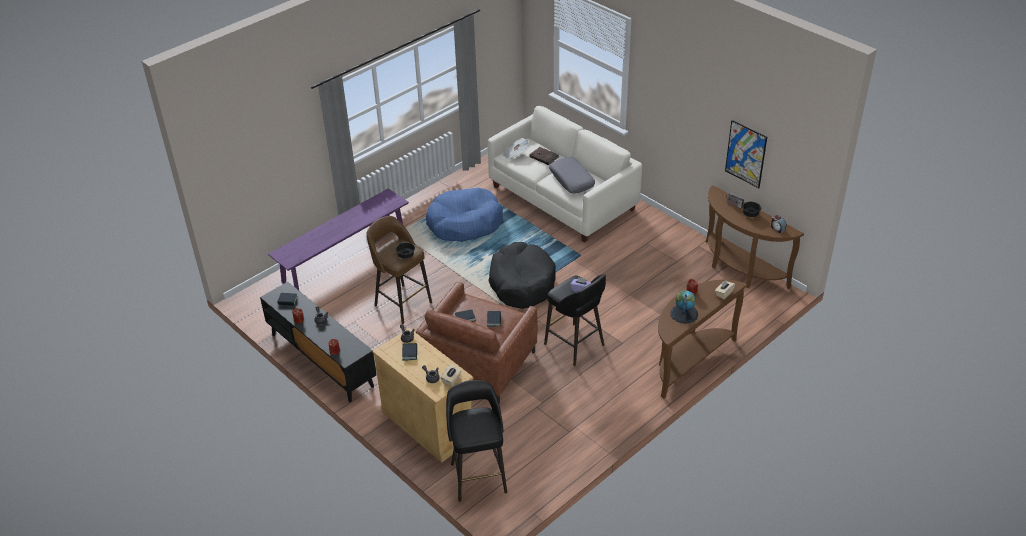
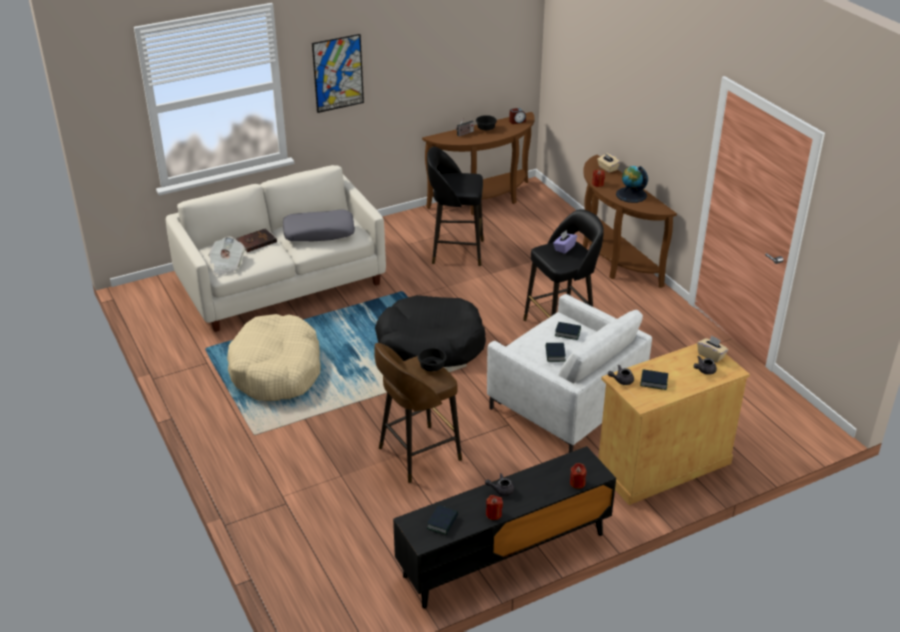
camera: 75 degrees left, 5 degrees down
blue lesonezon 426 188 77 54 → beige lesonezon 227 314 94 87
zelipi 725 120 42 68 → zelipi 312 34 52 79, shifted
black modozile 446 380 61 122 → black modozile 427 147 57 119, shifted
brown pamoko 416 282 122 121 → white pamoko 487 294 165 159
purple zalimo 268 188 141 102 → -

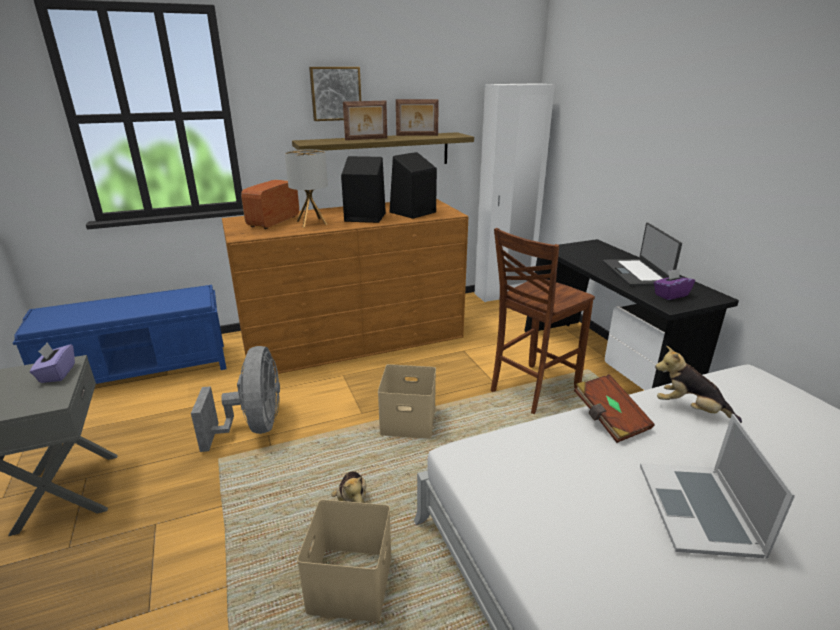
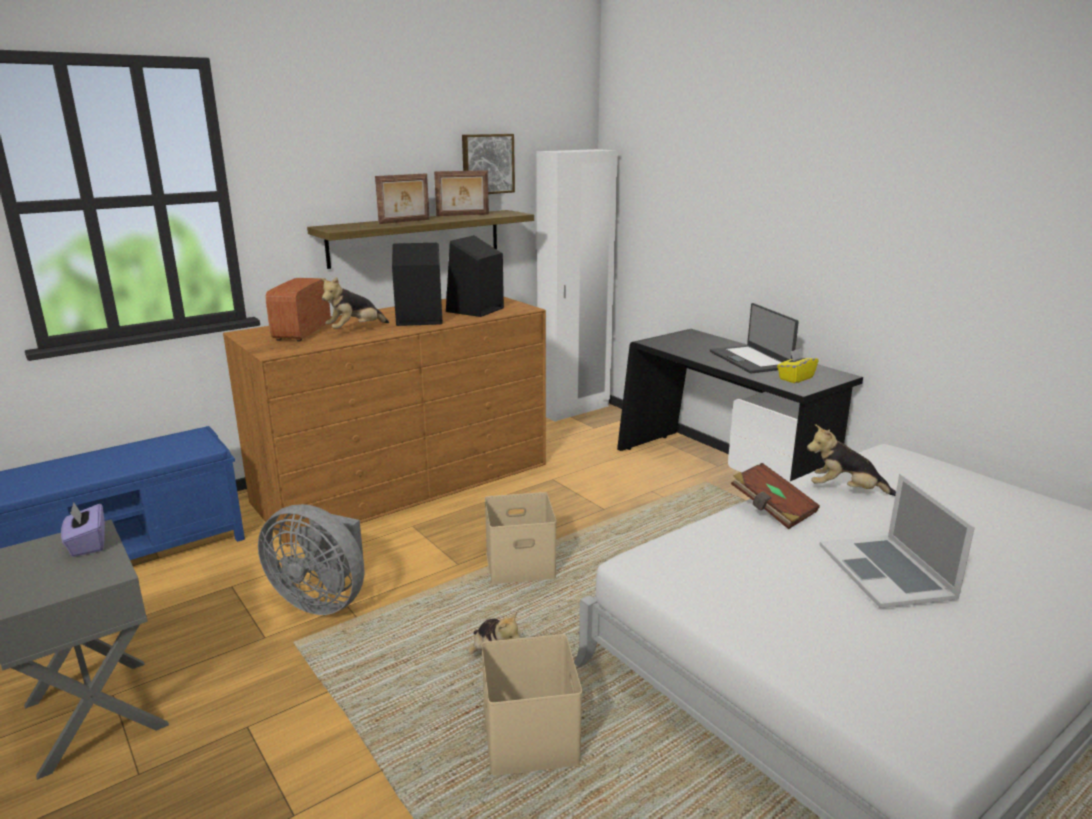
camera: 15 degrees left, 5 degrees down
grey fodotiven 191 346 89 106 → grey fodotiven 258 504 106 111, 135 degrees clockwise
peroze 285 149 43 79 → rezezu 320 277 69 52
zelipi 309 67 52 54 → zelipi 462 134 53 60, shifted
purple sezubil 654 269 41 31 → yellow sezubil 777 349 42 34
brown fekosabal 491 228 104 186 → -

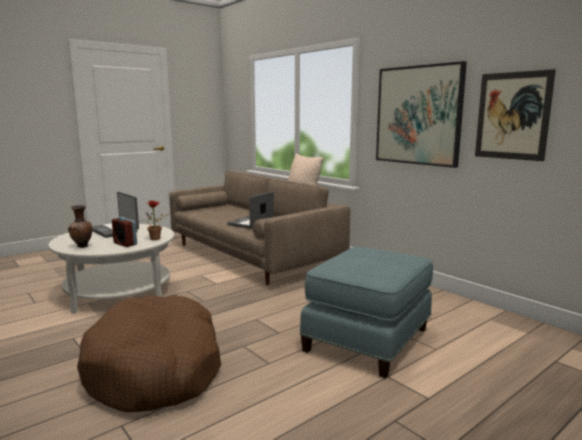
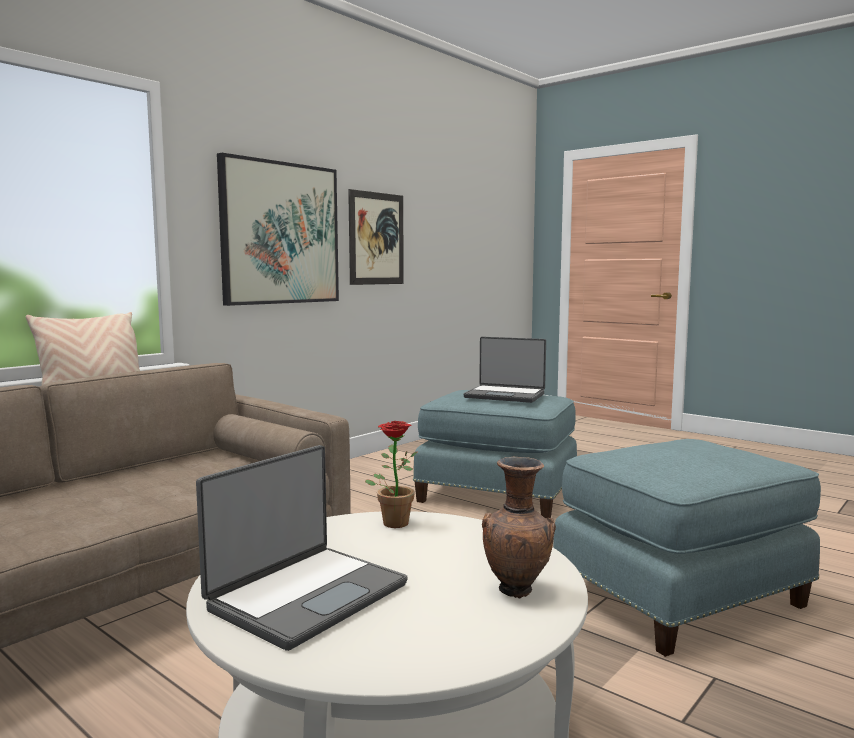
camera: 100 degrees left, 5 degrees down
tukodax 227 191 47 38 → tukodax 464 337 82 66, shifted
brown lesonezon 77 295 144 117 → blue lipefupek 553 439 268 218
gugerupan 112 217 25 30 → -

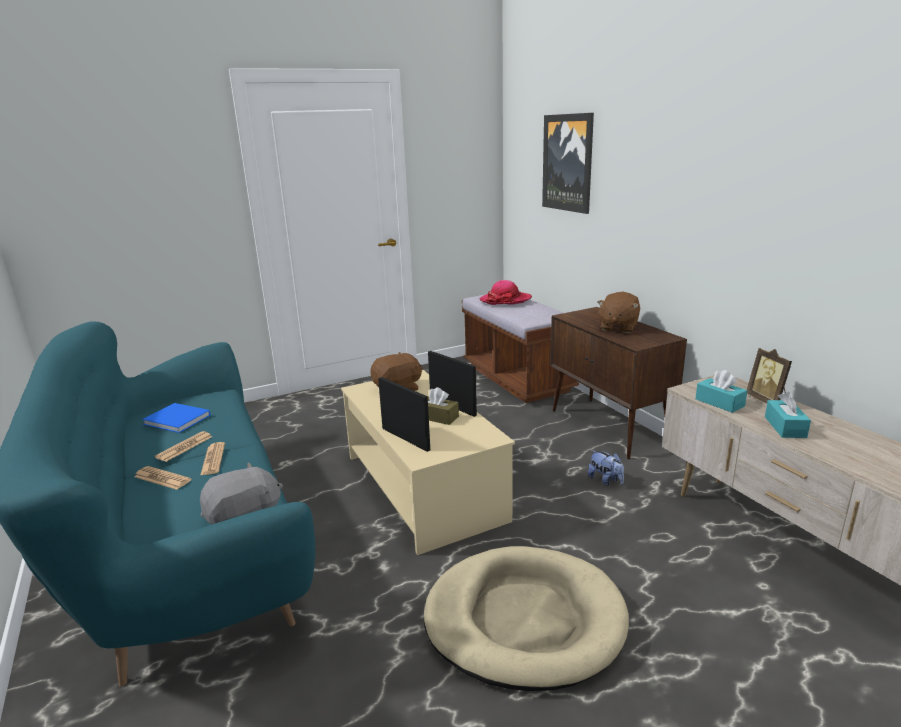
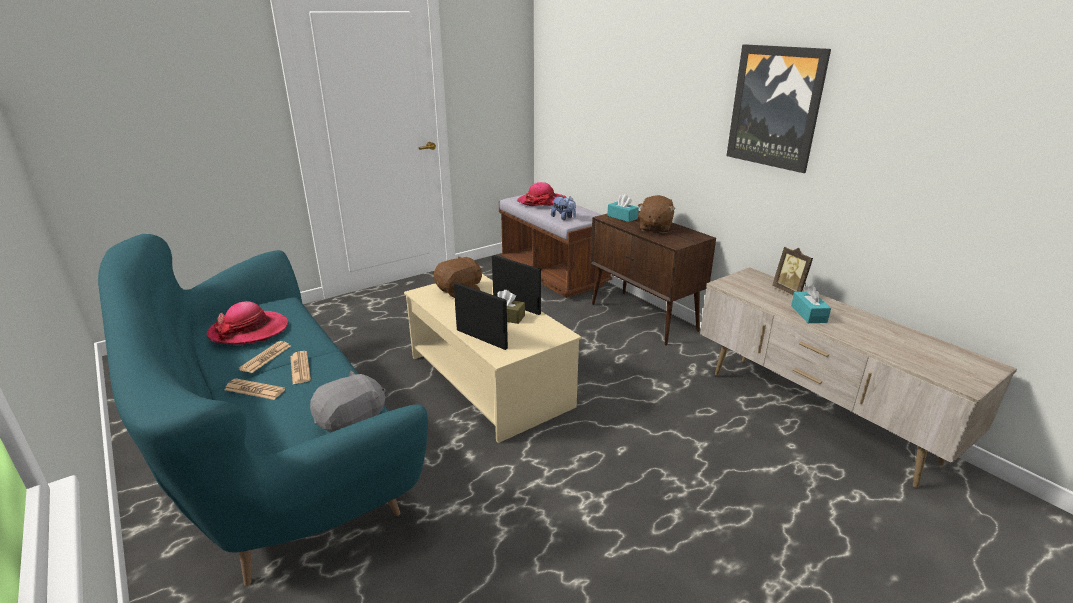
camera: 10 degrees left, 5 degrees up
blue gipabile 142 403 69 30 → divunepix 206 301 82 44
rezezu 588 450 36 36 → rezezu 551 196 25 24, shifted
turquoise sezubil 695 370 52 43 → turquoise sezubil 607 194 32 28, shifted
zelipi 542 113 52 101 → zelipi 726 44 105 129, shifted
beige lesonezon 424 546 205 145 → -

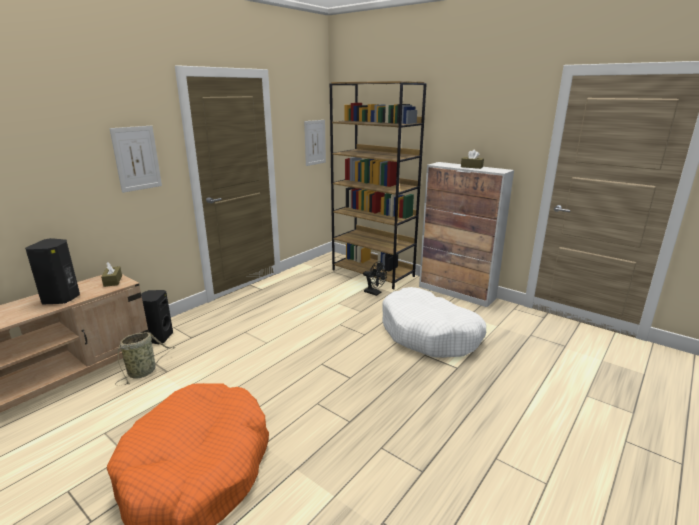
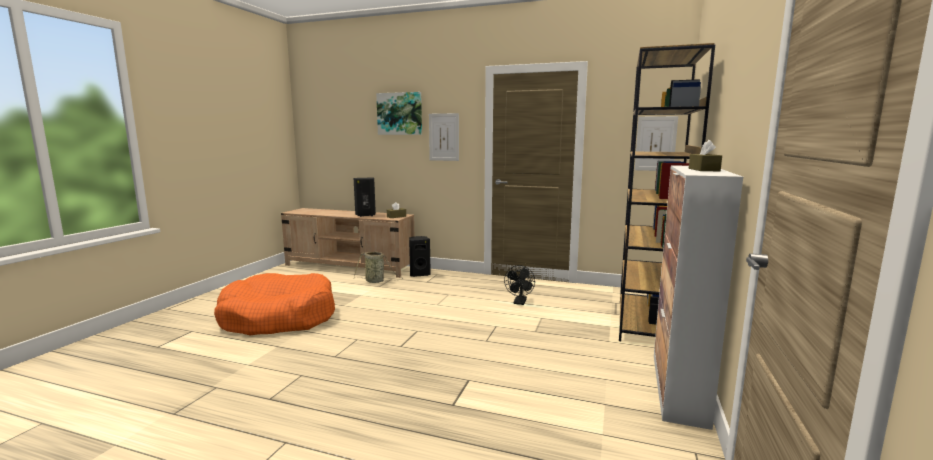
camera: 70 degrees right, 10 degrees down
- → zelipi 376 92 46 43
black fodotiven 363 261 24 35 → black fodotiven 504 265 31 40, shifted
white lesonezon 383 287 103 71 → -

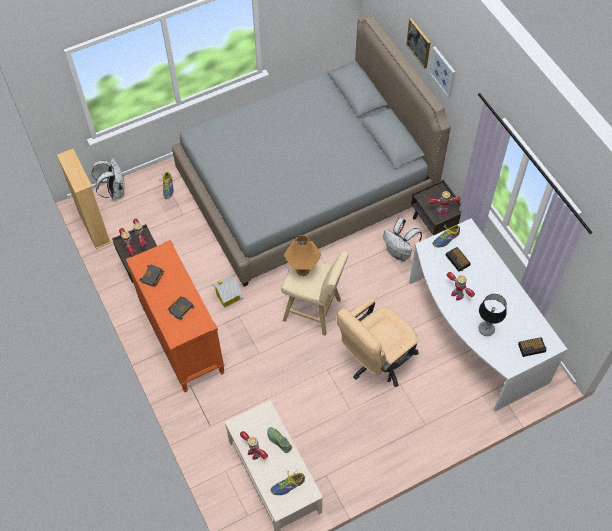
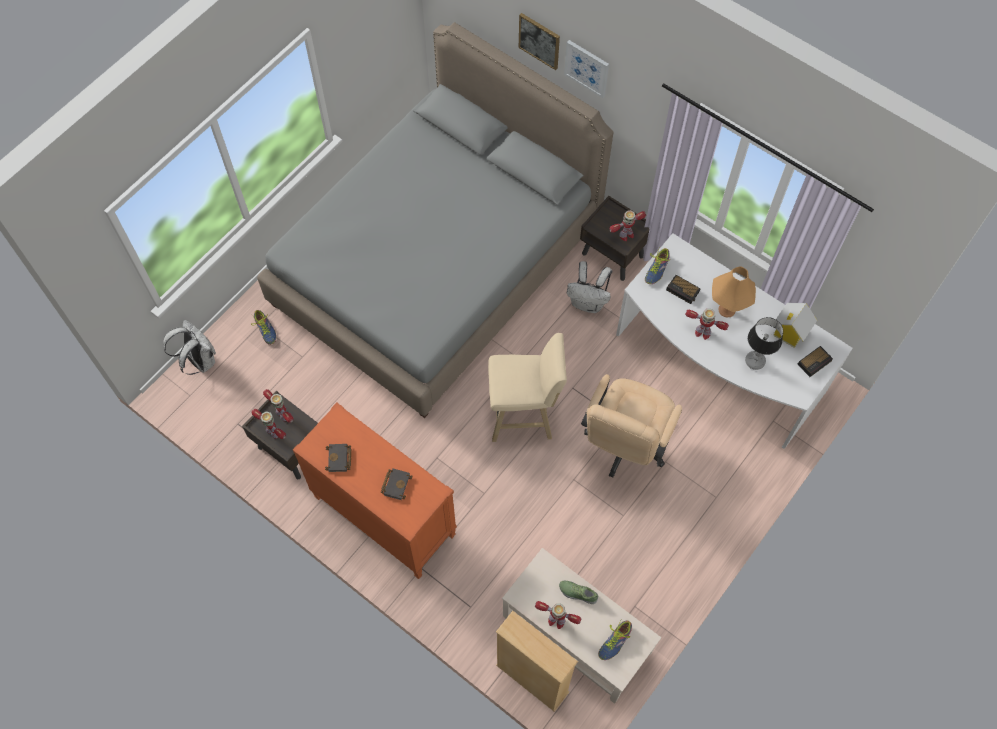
camera: 25 degrees left, 5 degrees up
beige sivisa 57 149 54 100 → beige sivisa 496 611 82 101, shifted
orange peroze 284 235 37 41 → orange peroze 712 266 44 51, shifted
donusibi 212 275 31 33 → donusibi 773 303 44 45, shifted

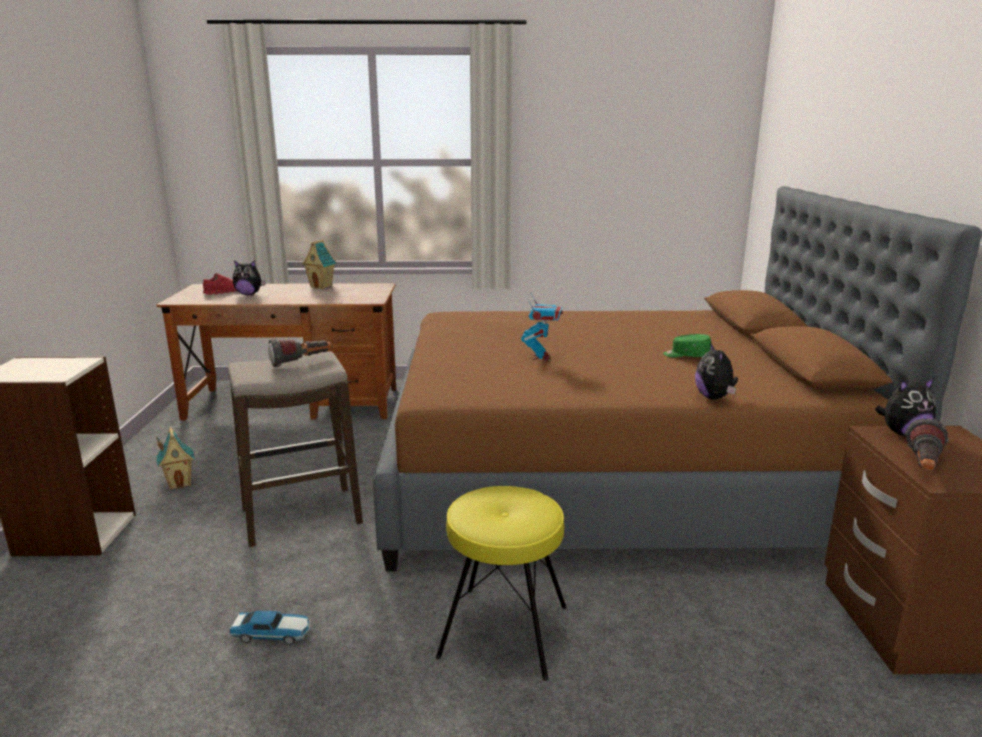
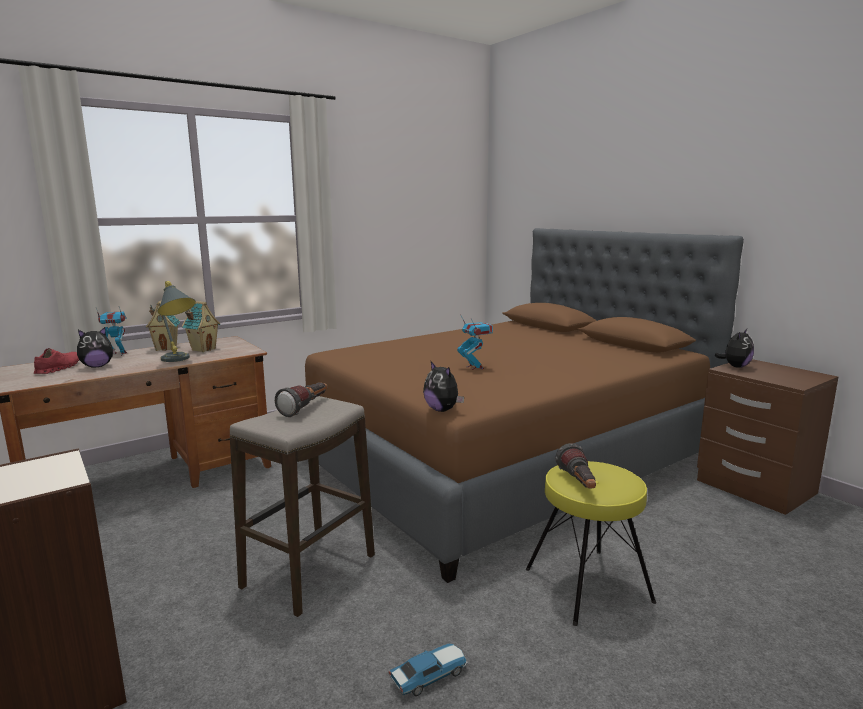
camera: 35 degrees left, 5 degrees down
- → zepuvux 96 307 31 49
- → grey peroze 158 281 38 81
donusibi 156 427 39 63 → donusibi 182 301 38 51, shifted
rezezu 695 342 43 58 → rezezu 423 362 41 50, shifted
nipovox 905 418 44 53 → nipovox 555 443 41 45, shifted
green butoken 663 334 48 24 → -

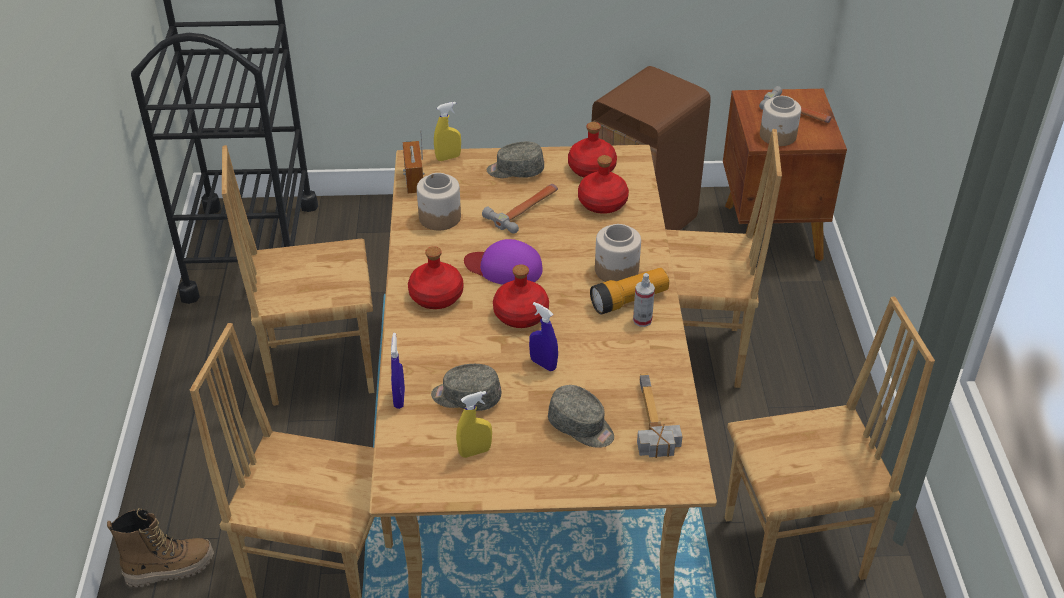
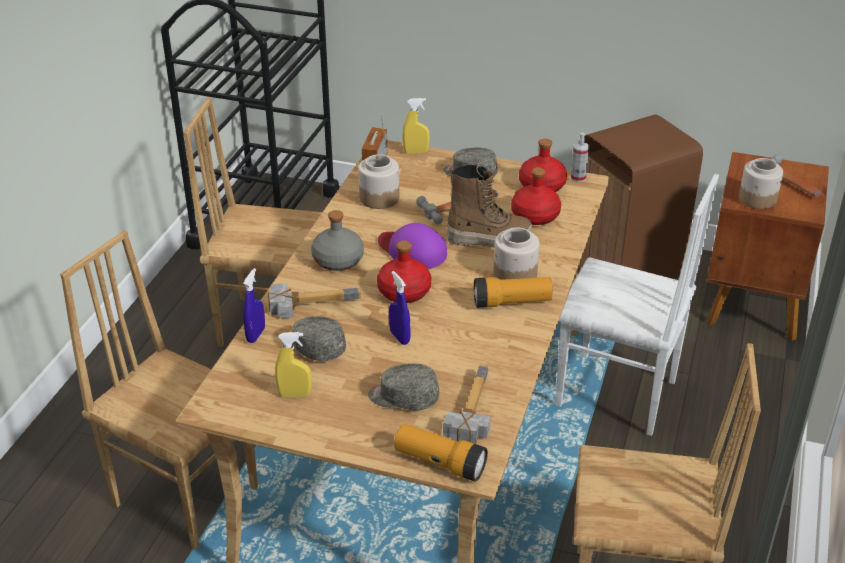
camera: 20 degrees right, 5 degrees down
- → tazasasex 268 283 93 36
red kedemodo 408 246 55 63 → grey kedemodo 311 210 53 61
grey butoken 548 385 66 63 → grey butoken 368 363 71 47, 135 degrees clockwise
- → nipovox 394 424 94 58
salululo 107 508 107 79 → salululo 447 164 85 83, shifted
brown fekosabal 666 129 116 259 → white fekosabal 555 174 164 262
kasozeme 633 273 22 54 → kasozeme 571 132 18 50, shifted

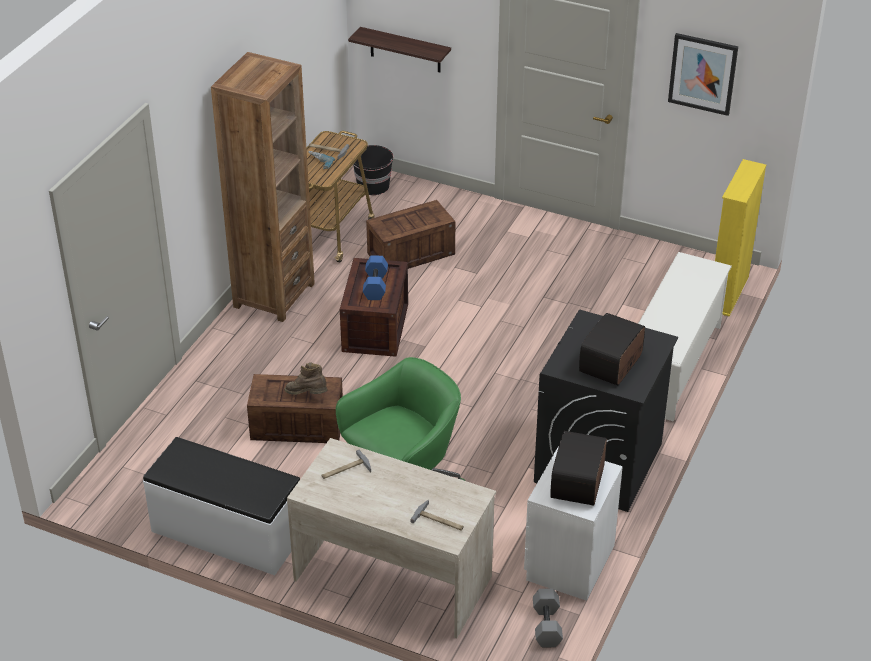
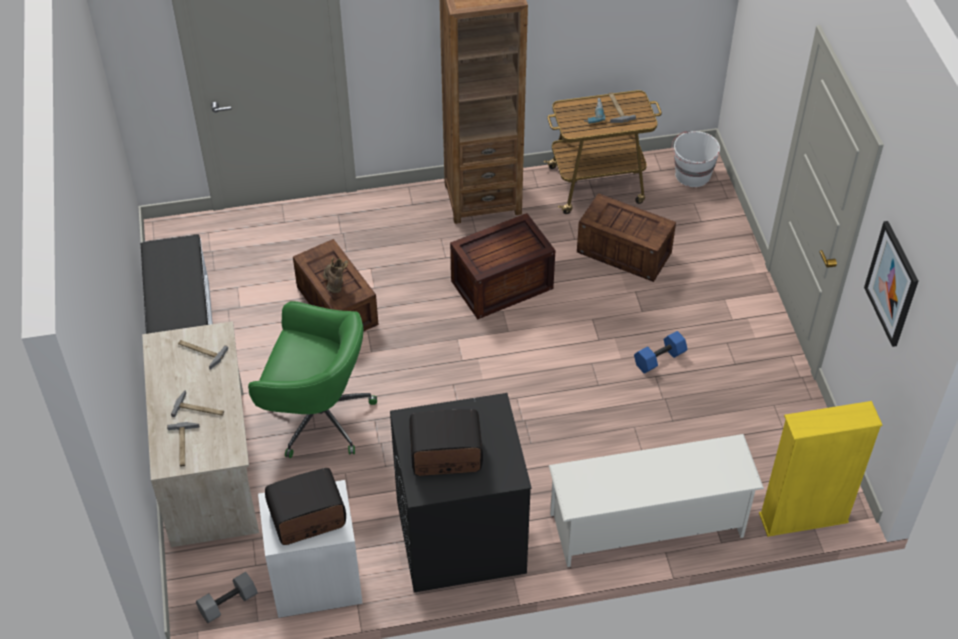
camera: 55 degrees right, 10 degrees up
- → tazasasex 171 390 53 27
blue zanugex 363 255 25 45 → blue zanugex 634 331 53 43, shifted
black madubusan 353 145 40 50 → white madubusan 672 131 48 56
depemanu 348 27 103 45 → -

